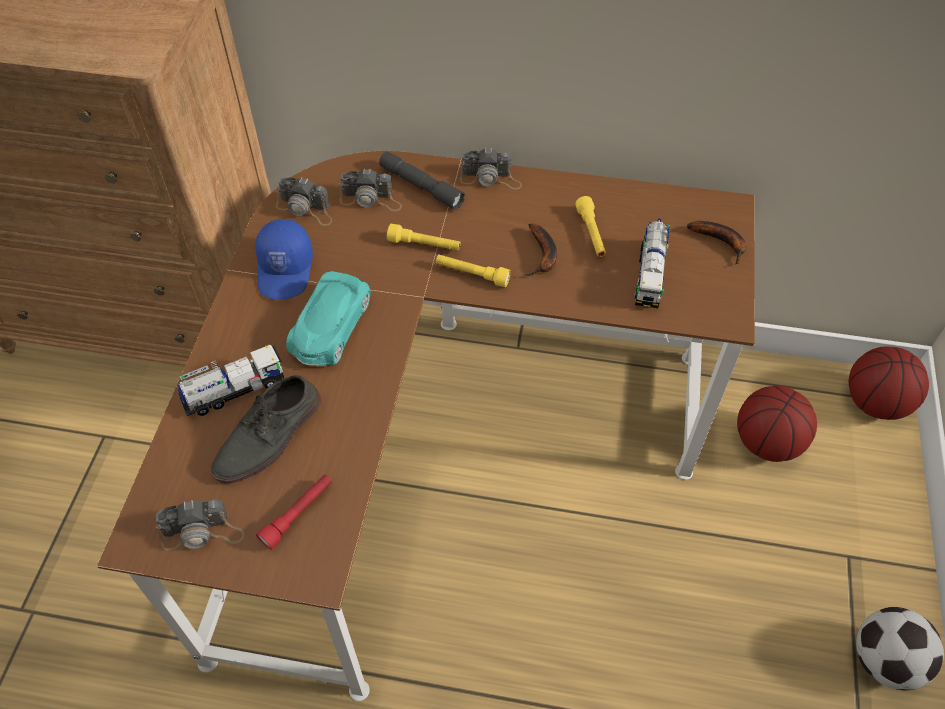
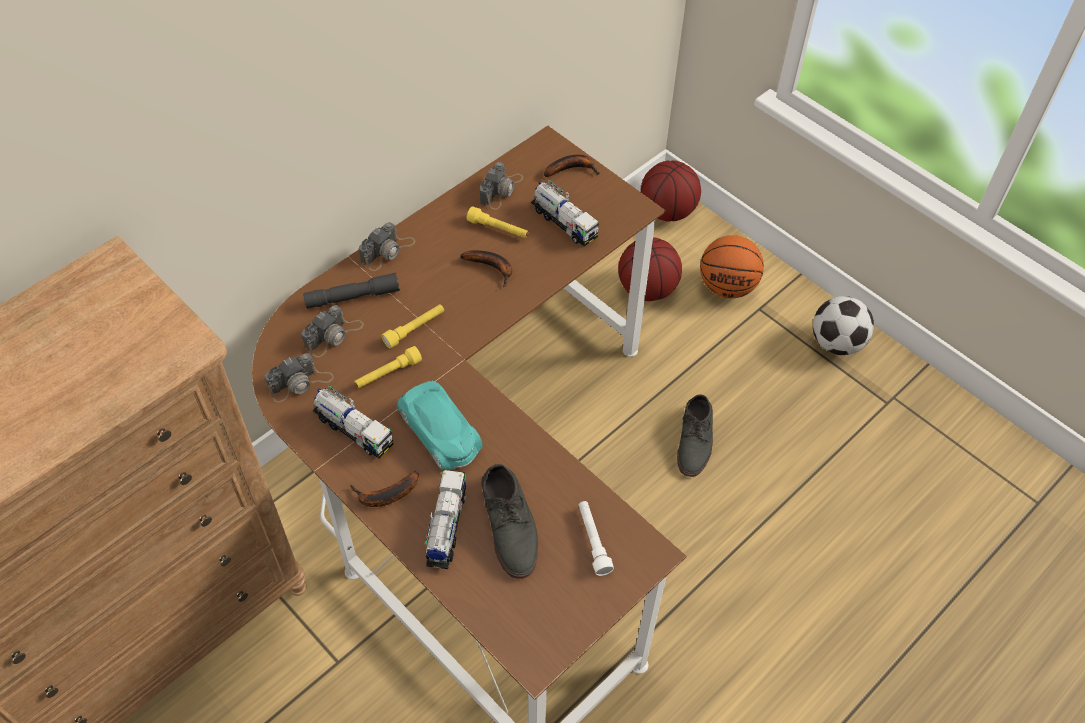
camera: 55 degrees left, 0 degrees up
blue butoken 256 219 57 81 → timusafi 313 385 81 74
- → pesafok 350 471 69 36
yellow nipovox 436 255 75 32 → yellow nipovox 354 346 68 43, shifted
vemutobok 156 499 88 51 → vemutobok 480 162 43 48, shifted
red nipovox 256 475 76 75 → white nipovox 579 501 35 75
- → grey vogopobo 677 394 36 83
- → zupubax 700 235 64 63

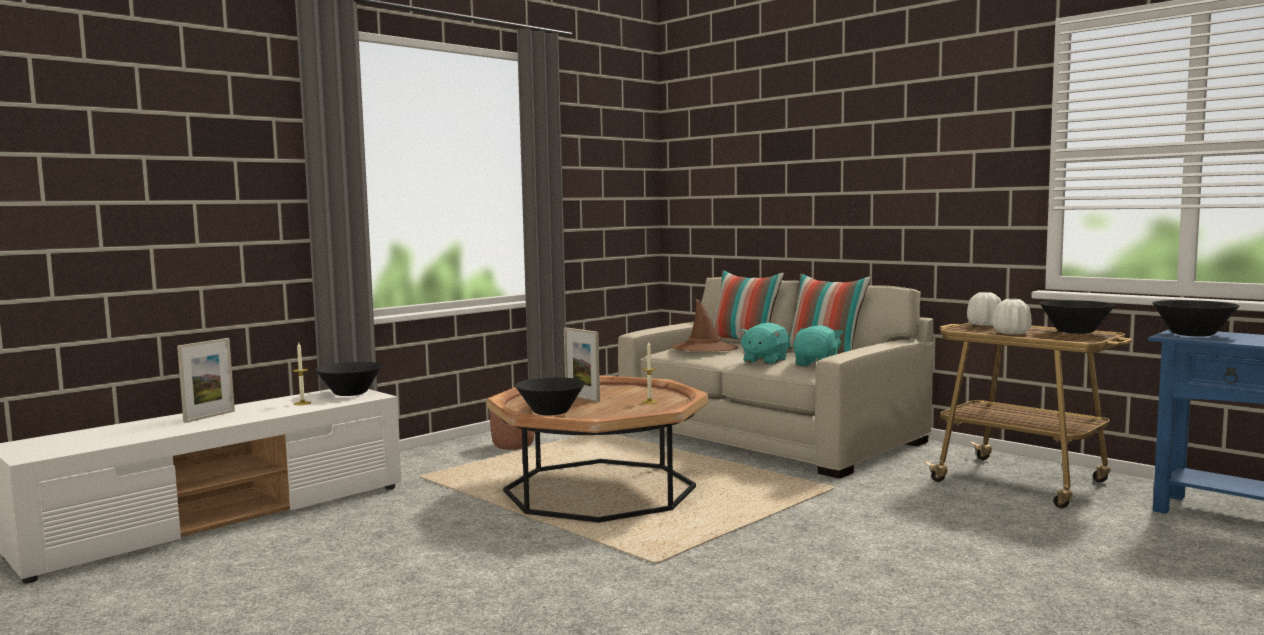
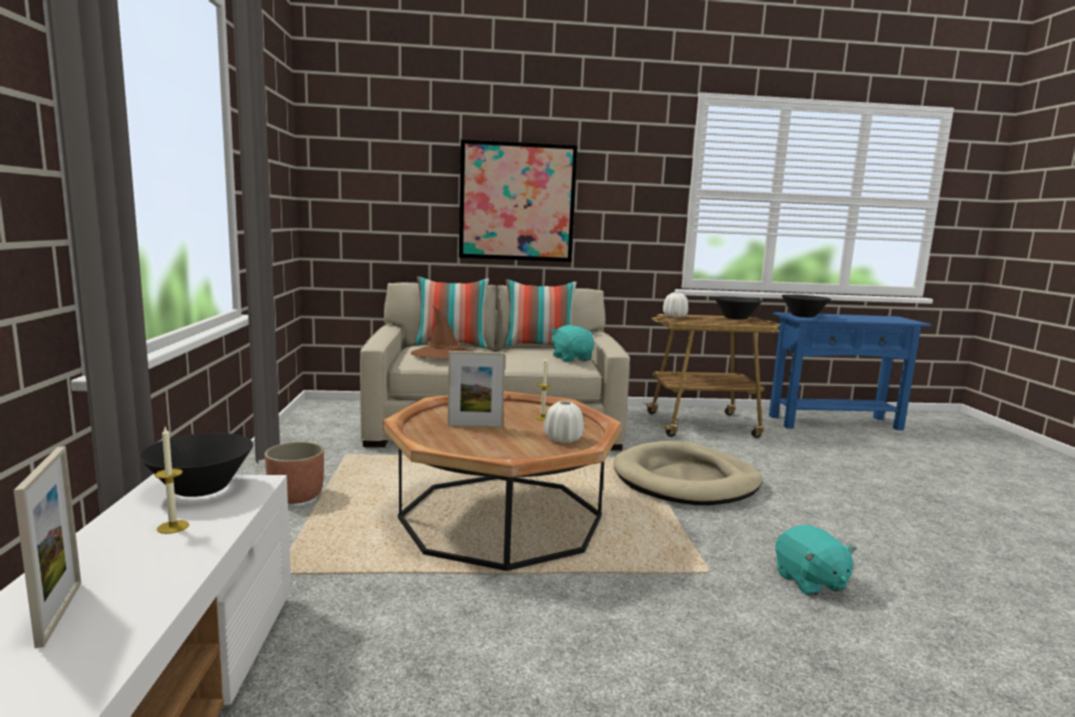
camera: 50 degrees left, 5 degrees up
- → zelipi 459 139 119 123
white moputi 993 299 39 35 → white moputi 544 401 40 42, shifted
- → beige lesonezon 613 441 150 64
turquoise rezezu 739 323 50 42 → turquoise rezezu 775 525 82 71, shifted
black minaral 515 377 70 38 → -

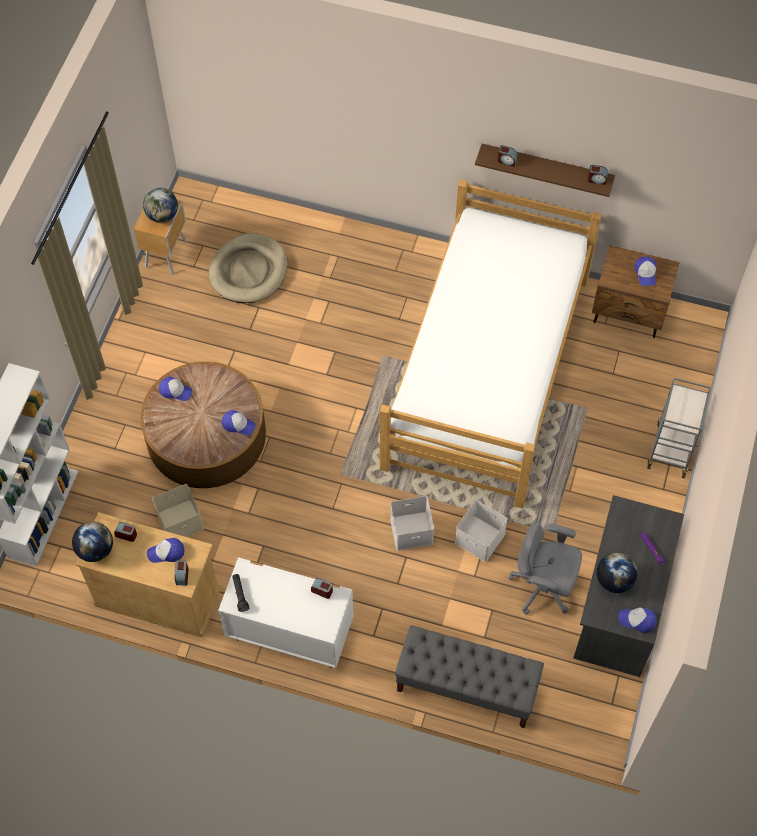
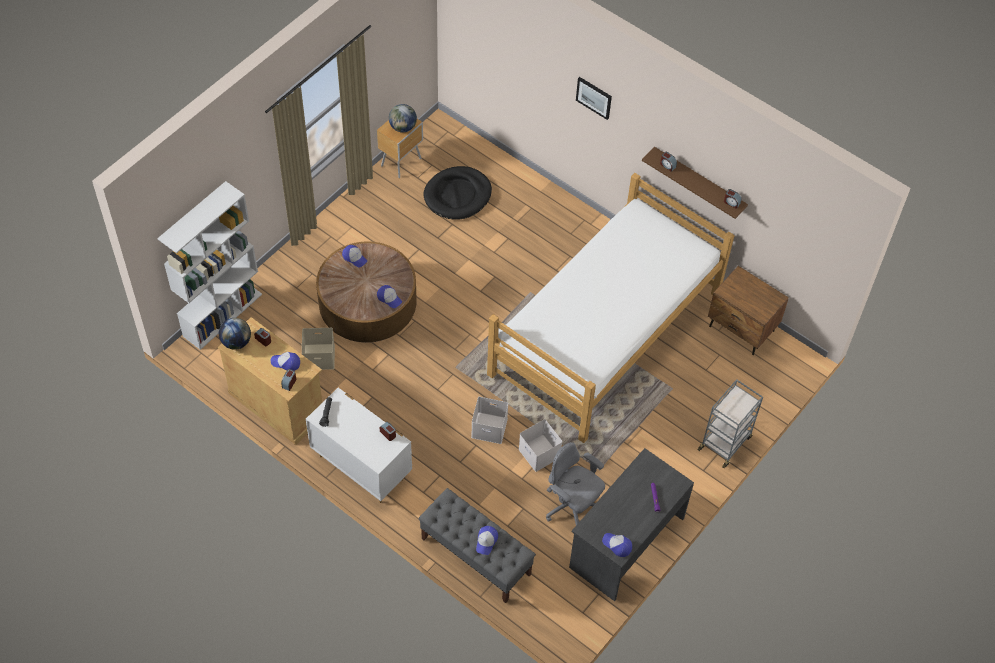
camera: 20 degrees right, 5 degrees down
beige lesonezon 209 233 79 70 → black lesonezon 423 166 69 54
butoken 634 256 22 30 → butoken 476 526 22 29, shifted
- → zelipi 576 77 36 43
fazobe 597 552 40 41 → -

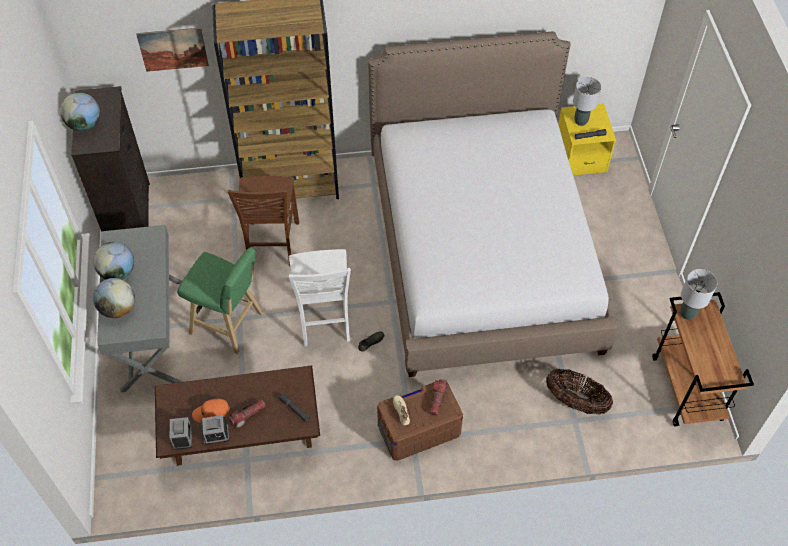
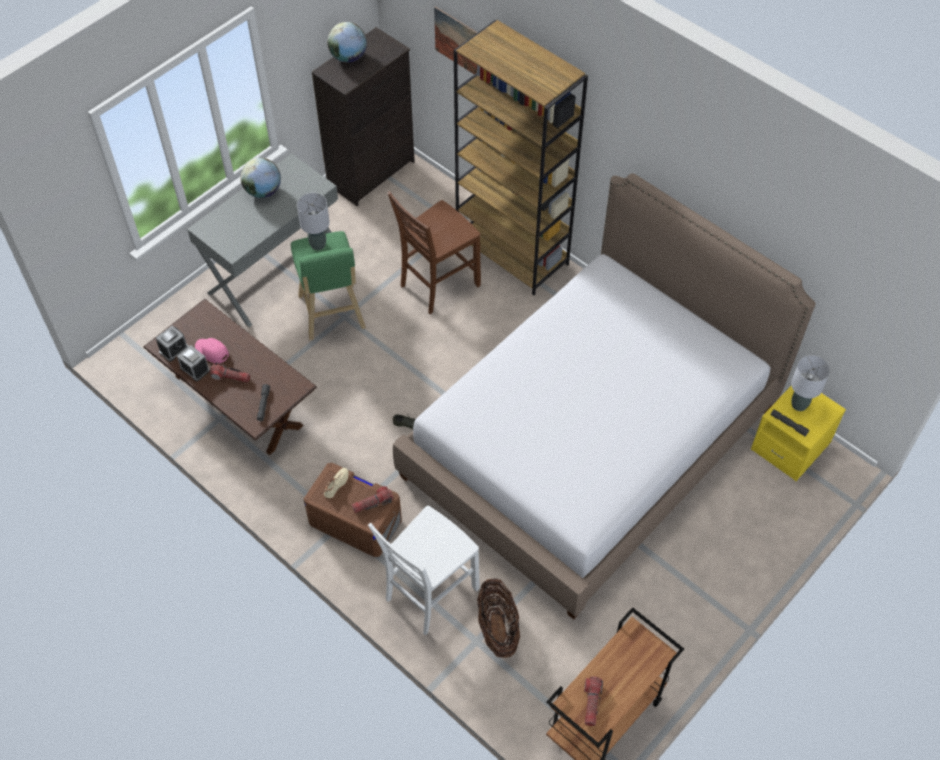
camera: 50 degrees right, 0 degrees up
orange butoken 192 399 38 24 → pink butoken 195 338 34 26
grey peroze 680 269 37 51 → grey peroze 297 193 33 57, shifted
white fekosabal 289 249 62 97 → white fekosabal 368 506 112 129, shifted
- → nipovox 584 676 19 50
fazobe 93 278 42 40 → -

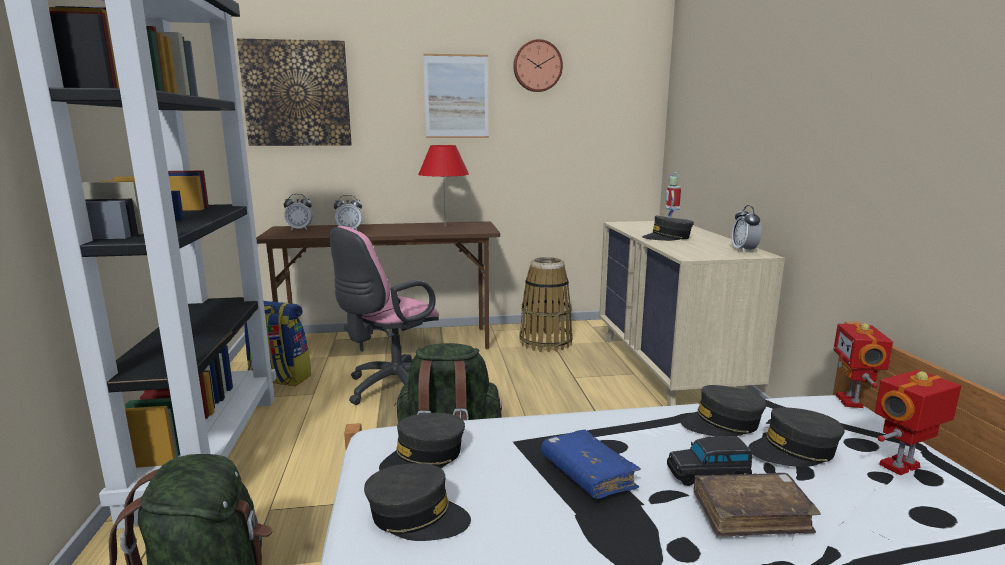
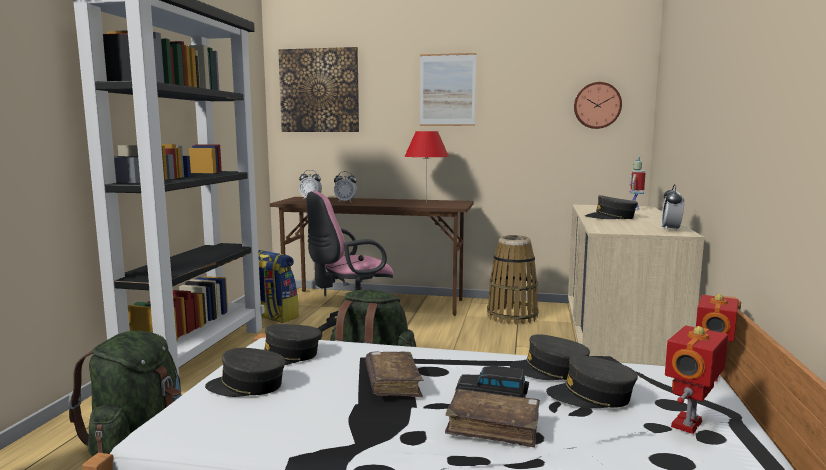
camera: 20 degrees right, 5 degrees down
grey butoken 364 463 107 78 → grey butoken 205 348 81 49, 150 degrees clockwise
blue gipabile 541 429 100 70 → brown gipabile 365 351 59 46
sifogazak 513 39 50 53 → sifogazak 574 82 48 47, shifted
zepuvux 875 370 86 105 → zepuvux 665 325 63 109, 45 degrees counterclockwise

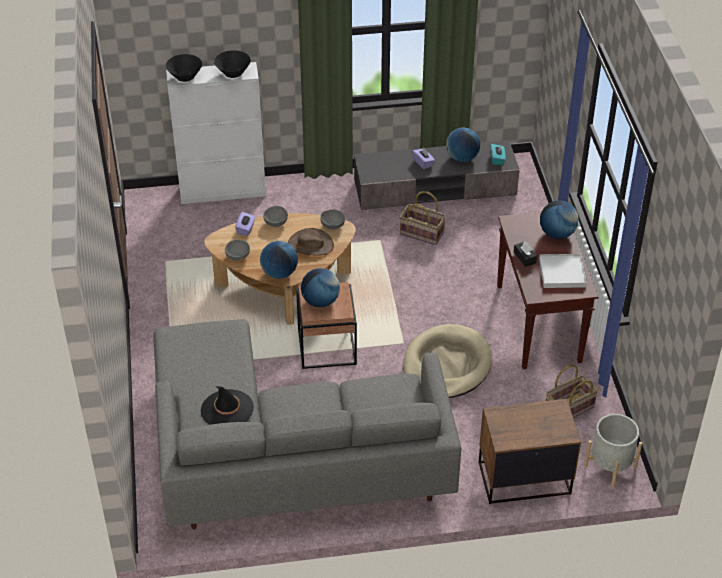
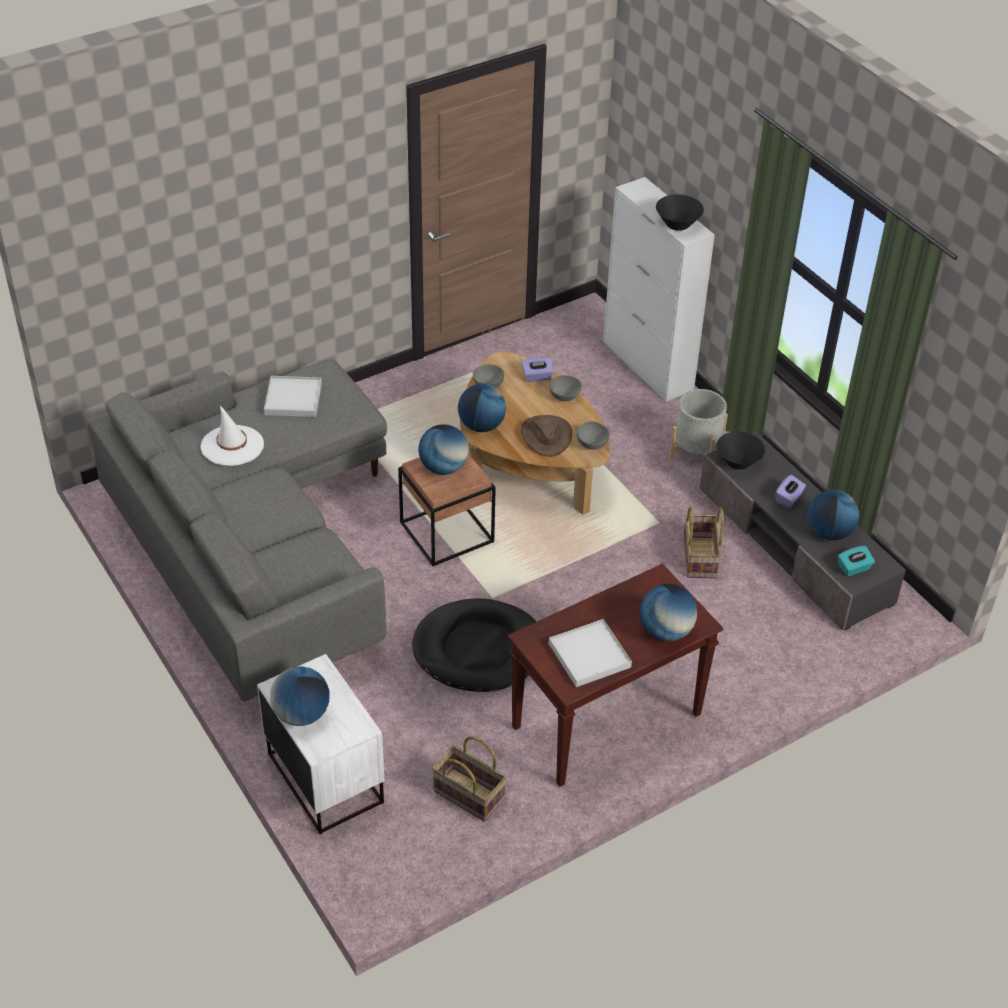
camera: 65 degrees right, 0 degrees up
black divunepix 201 386 53 39 → white divunepix 200 406 64 60
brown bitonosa 479 399 102 105 → white bitonosa 257 654 128 180
- → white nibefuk 264 376 58 41
- → fazobe 270 666 59 60
beige lesonezon 403 324 89 74 → black lesonezon 412 598 124 94
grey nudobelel 584 414 58 73 → grey nudobelel 669 389 59 72, shifted
black minaral 166 54 36 28 → black minaral 716 431 49 39, shifted
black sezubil 514 241 23 26 → -

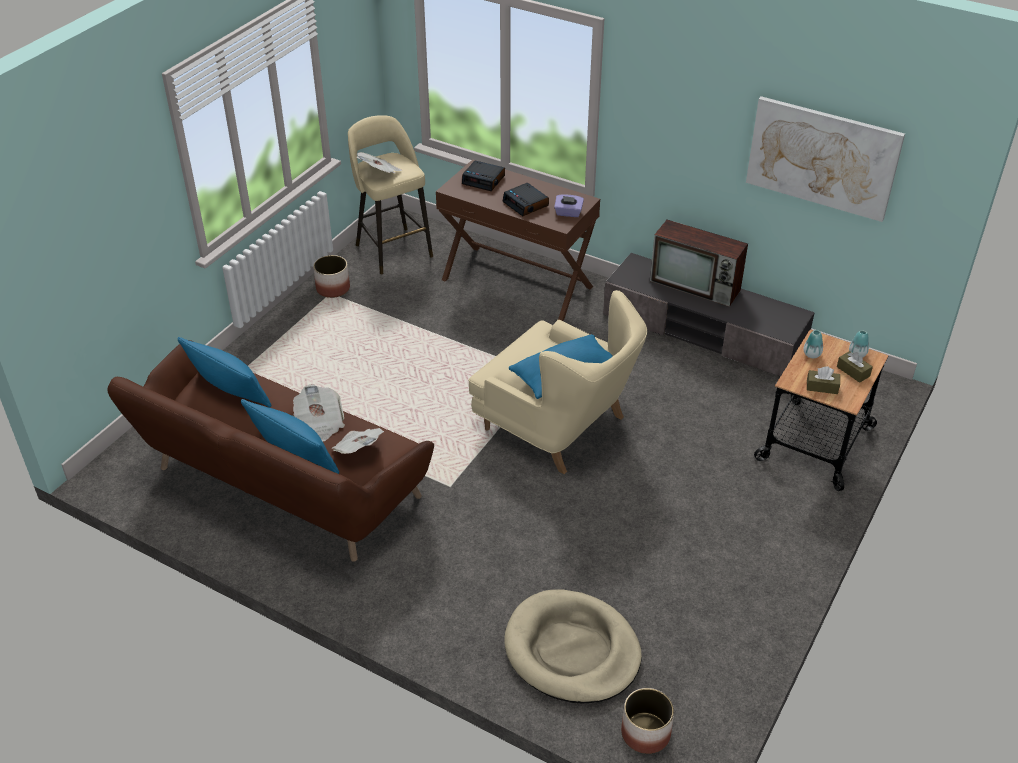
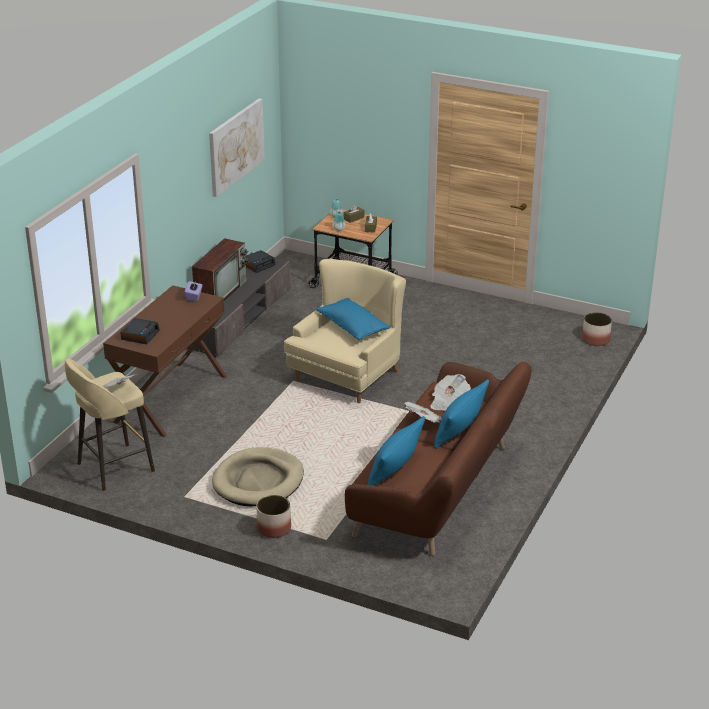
camera: 95 degrees left, 10 degrees down
beige lesonezon 504 590 138 113 → beige lesonezon 212 447 92 59, shifted
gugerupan 503 183 46 33 → gugerupan 245 250 31 23, shifted
nudobelel 313 255 37 43 → nudobelel 256 495 35 43, shifted

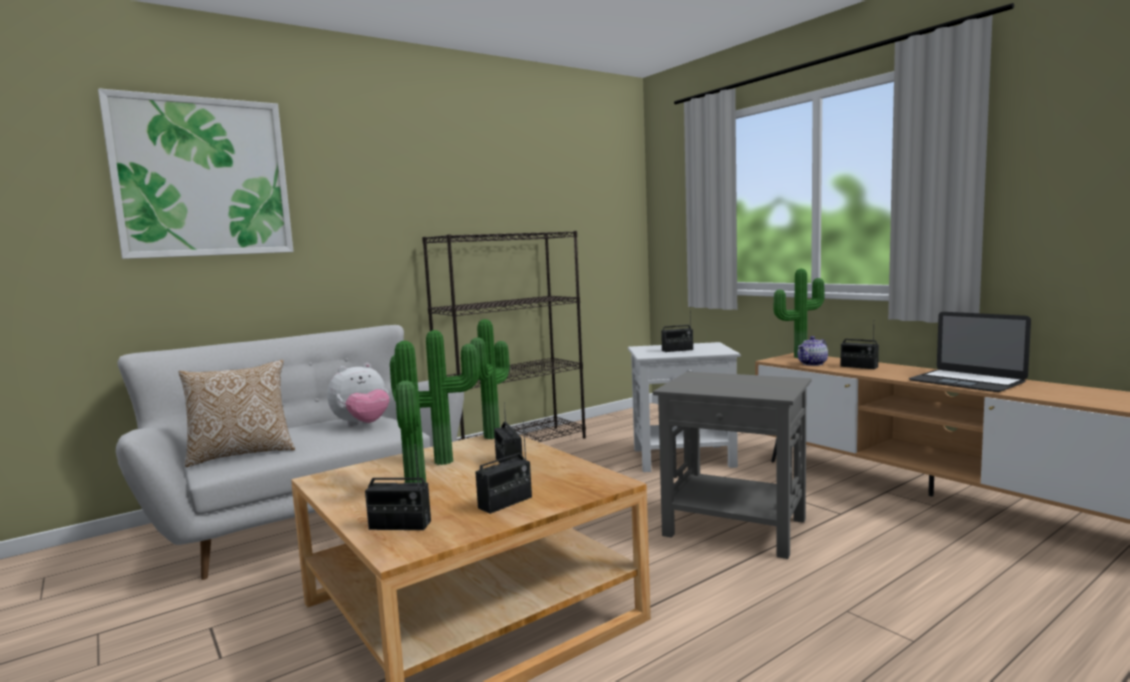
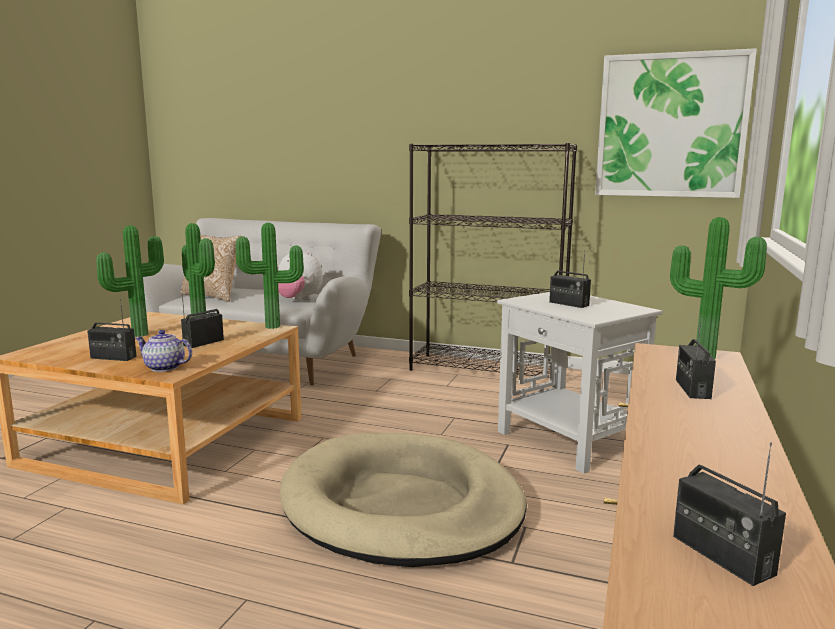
camera: 55 degrees right, 5 degrees up
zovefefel 798 336 30 30 → zovefefel 135 330 57 42, shifted
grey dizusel 653 372 158 187 → beige lesonezon 280 433 247 134
zelipi 98 88 196 171 → zelipi 595 48 162 150, shifted
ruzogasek 365 444 66 86 → ruzogasek 673 442 113 144, shifted
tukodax 909 312 122 80 → -

